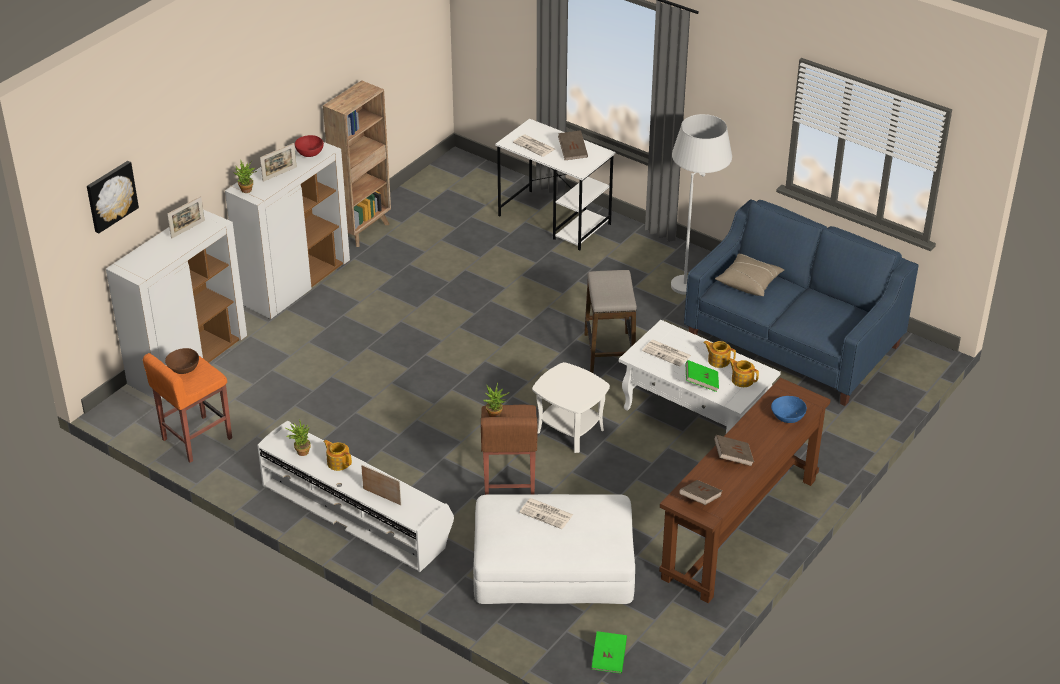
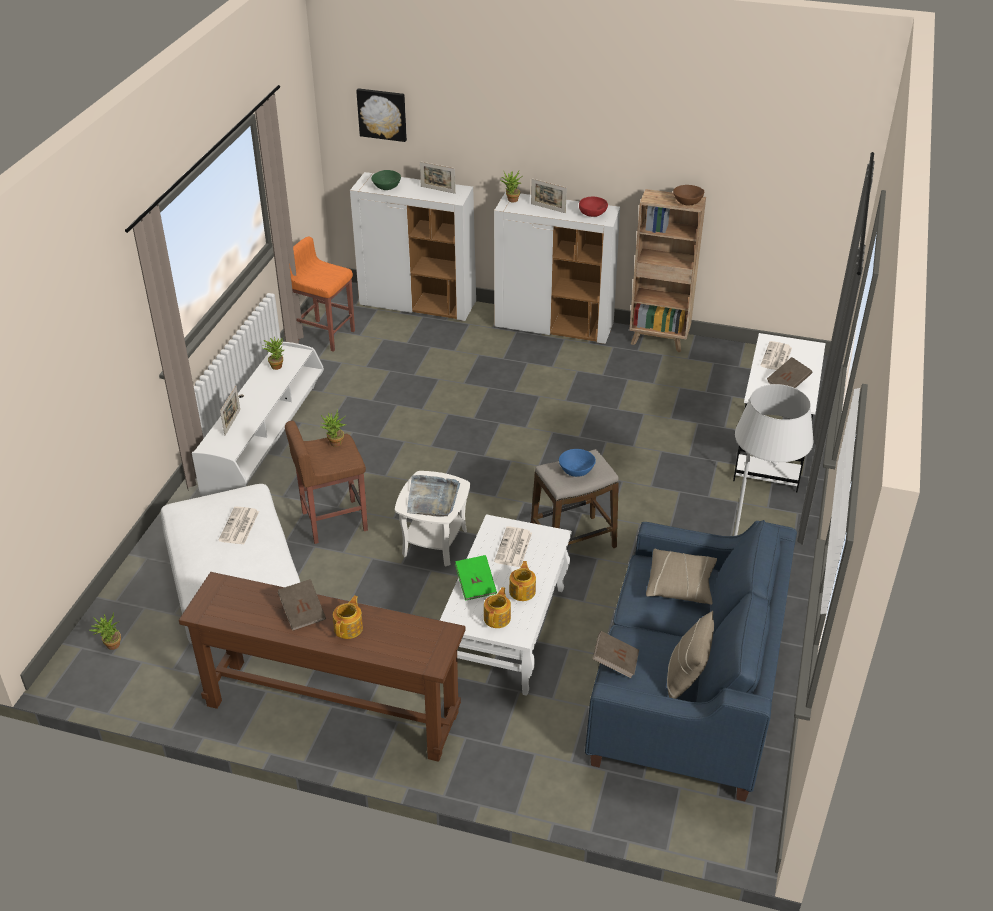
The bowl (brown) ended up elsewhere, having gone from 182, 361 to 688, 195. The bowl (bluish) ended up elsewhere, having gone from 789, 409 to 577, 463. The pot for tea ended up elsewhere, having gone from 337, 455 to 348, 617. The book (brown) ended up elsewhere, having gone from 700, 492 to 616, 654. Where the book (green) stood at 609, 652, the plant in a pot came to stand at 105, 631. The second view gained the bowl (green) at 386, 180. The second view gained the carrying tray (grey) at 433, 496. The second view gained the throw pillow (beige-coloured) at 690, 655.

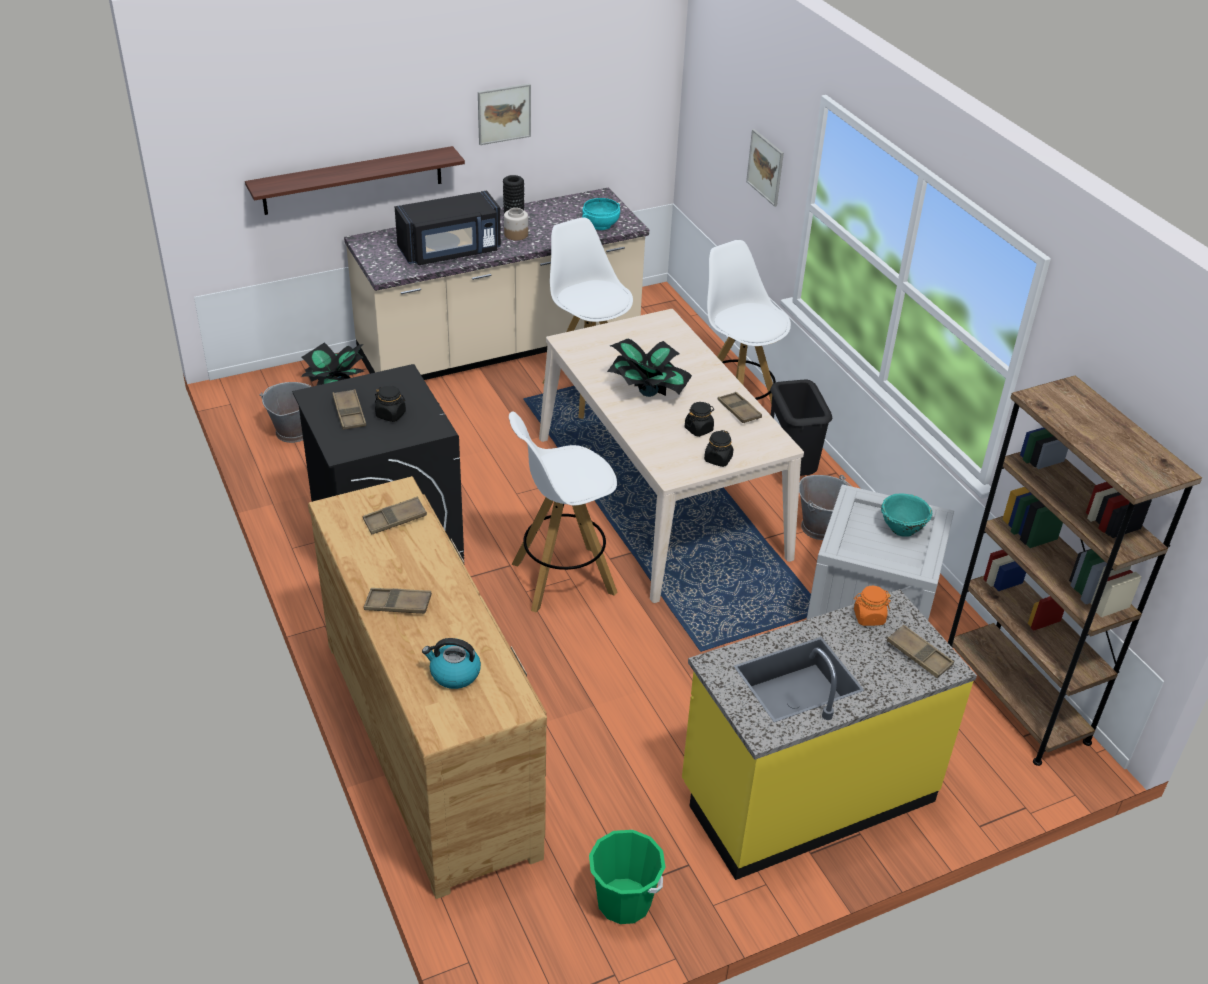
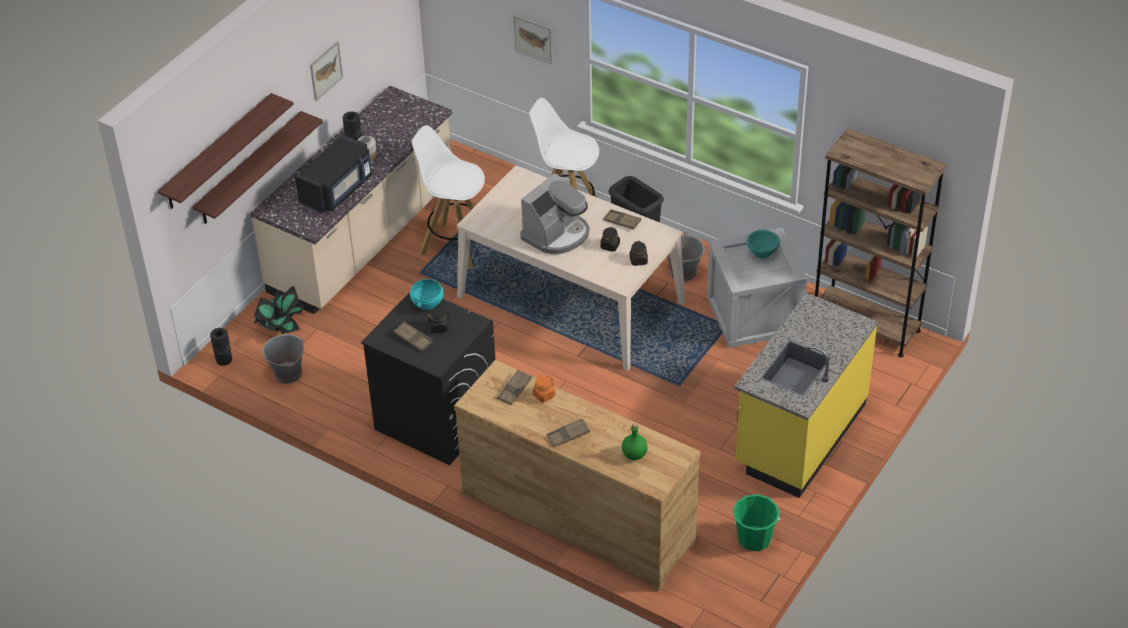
The bowl (blue-green) ended up elsewhere, having gone from 601, 214 to 426, 294. Where the plant in a pot stood at 649, 367, the coffee machine came to stand at 554, 213. The second view lost the stool (whitish) at 563, 511. The jar (orange) ended up elsewhere, having gone from 872, 606 to 544, 389. The second view lost the carrying tray (brown) at 920, 651. Where the kettle stood at 451, 663, the beverage bottle (green) came to stand at 635, 441. The second view gained the wall shelf at 226, 151. The second view gained the decorative vase (blackish) at 221, 347.

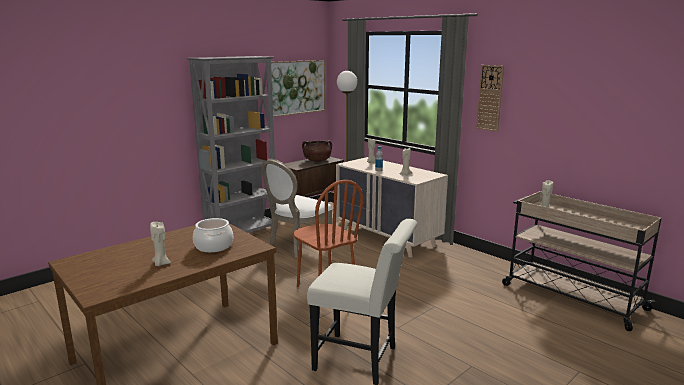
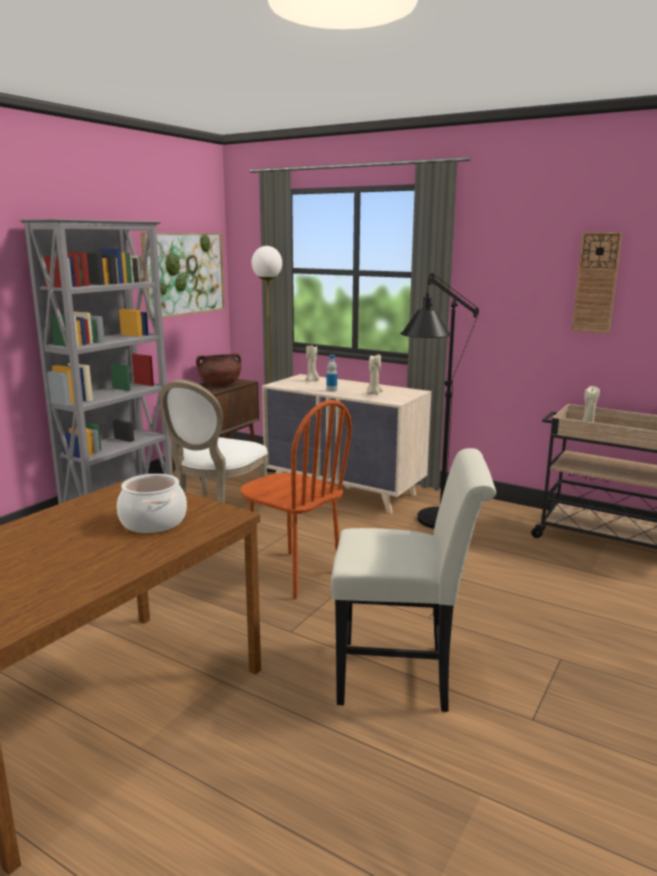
The clock on the wall ended up elsewhere, having gone from 490, 98 to 597, 282. The second view lost the wax candle (beige-coloured) at 160, 244. The second view gained the floor lamp (blackish) at 439, 401.

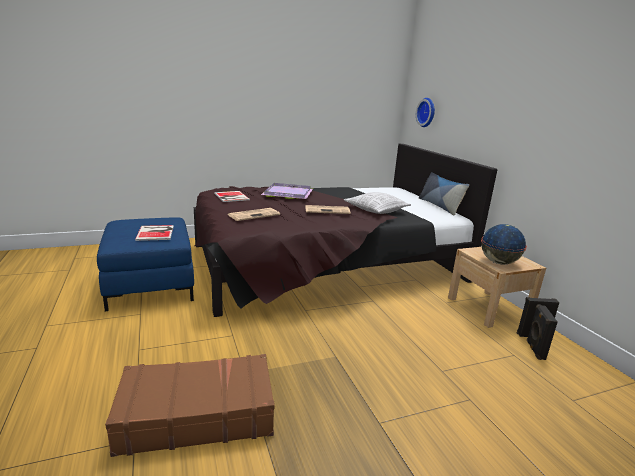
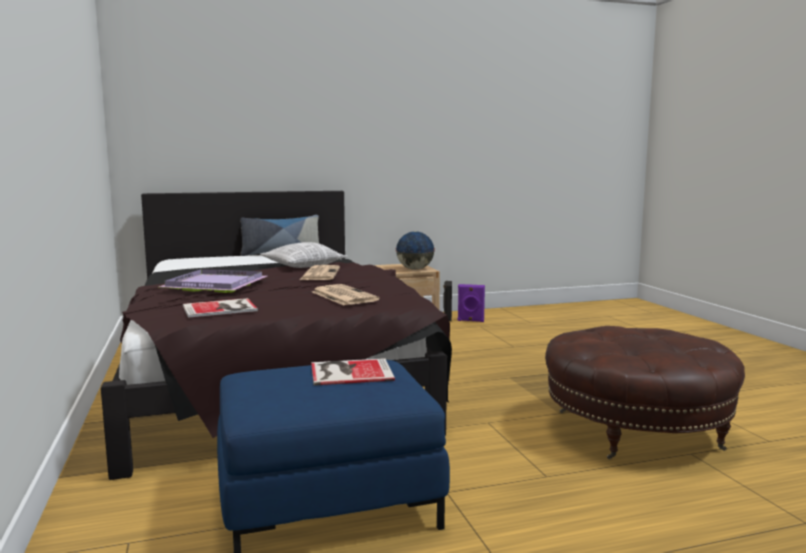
The second view lost the clock on the wall at 425, 112. What was the audio speaker (blackish) at 542, 332 turned into the audio speaker (purplish) at 471, 303. Where the piece of luggage (brown) stood at 190, 405, the pouffe (brown) came to stand at 645, 392.

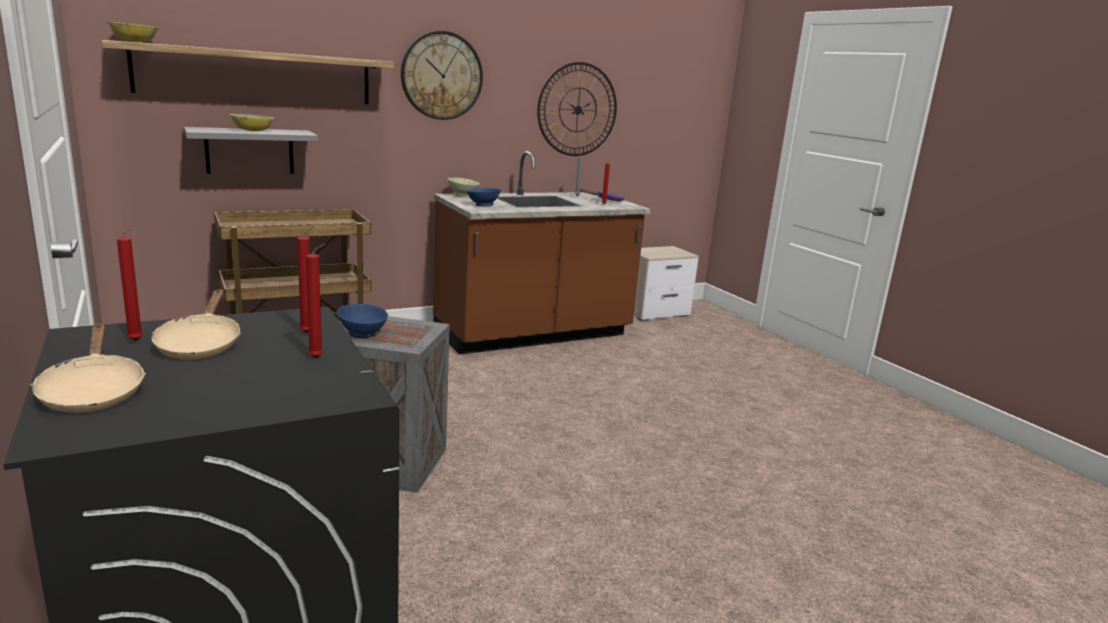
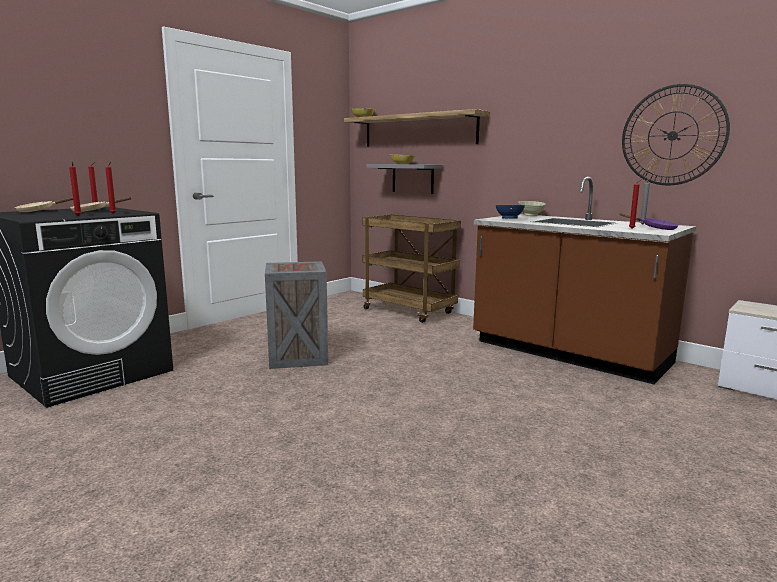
The second view lost the clock on the wall at 442, 75. The second view lost the bowl (bluish) at 362, 321.

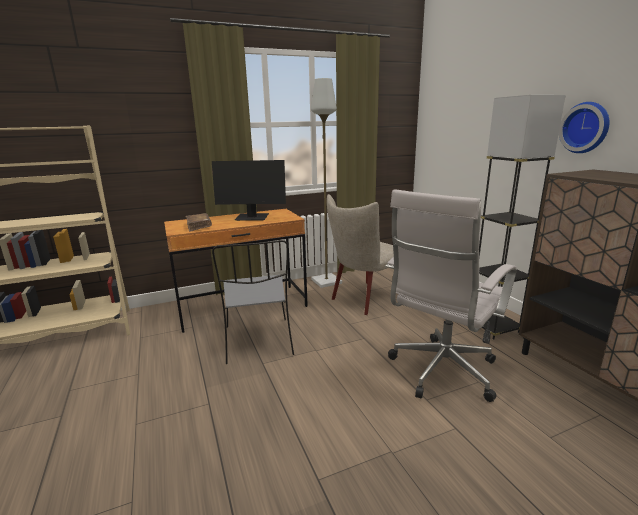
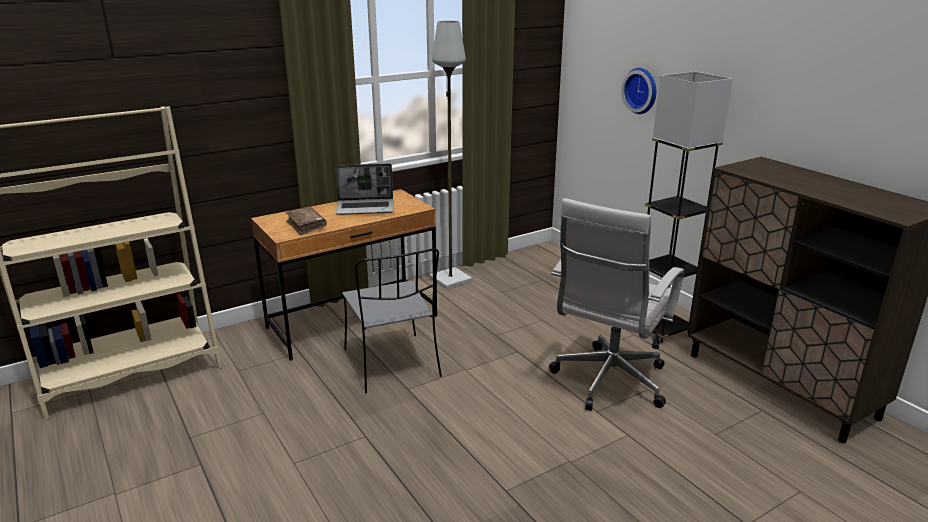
The clock on the wall ended up elsewhere, having gone from 584, 127 to 638, 91. Where the computer screen stood at 249, 190, the portable computer came to stand at 364, 189. The second view lost the plain chair (beige-coloured) at 360, 254.

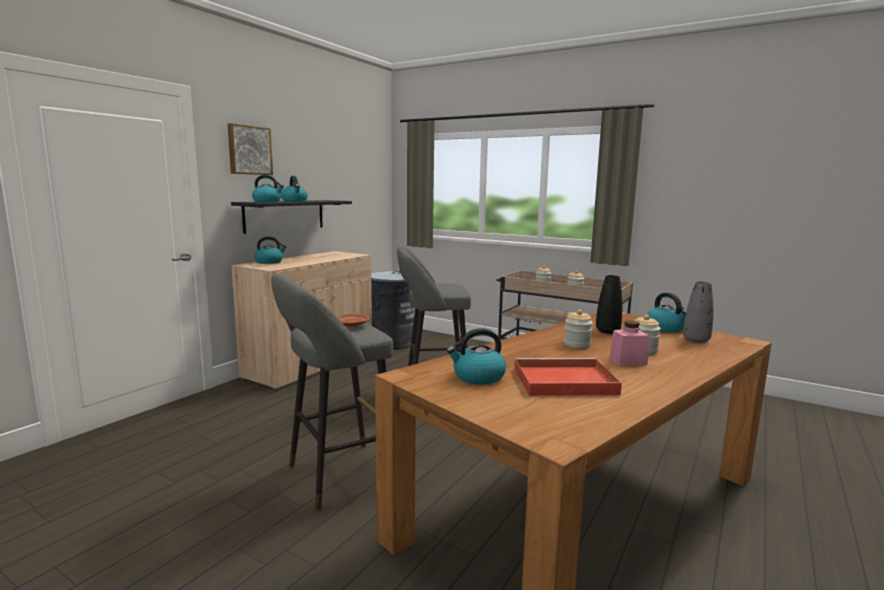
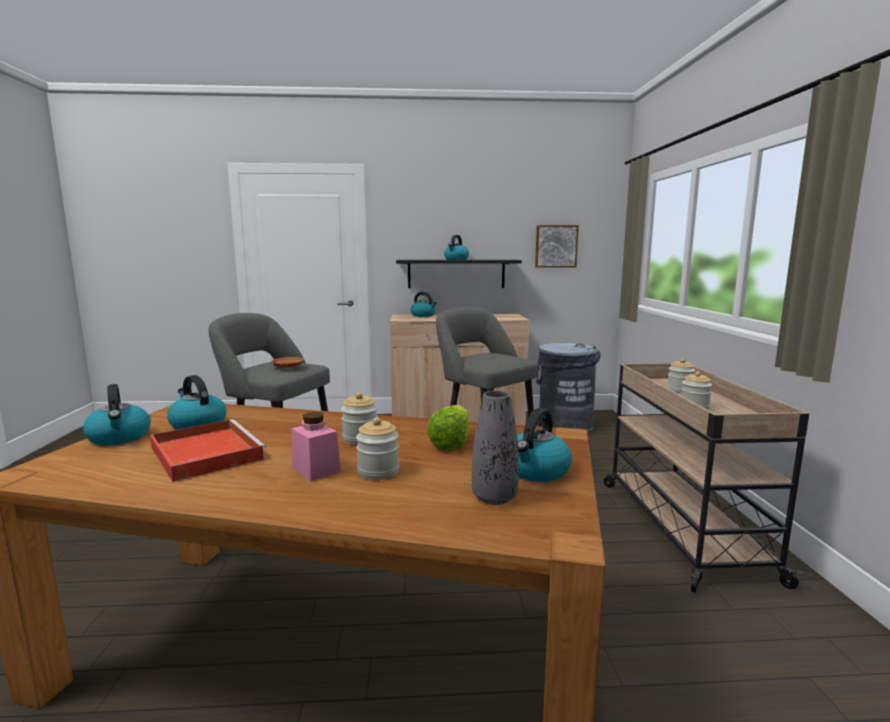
The picture ended up elsewhere, having gone from 250, 149 to 557, 246. The kettle ended up elsewhere, having gone from 268, 188 to 117, 415. Where the decorative vase (blackish) stood at 609, 304, the lettuce head came to stand at 448, 428.

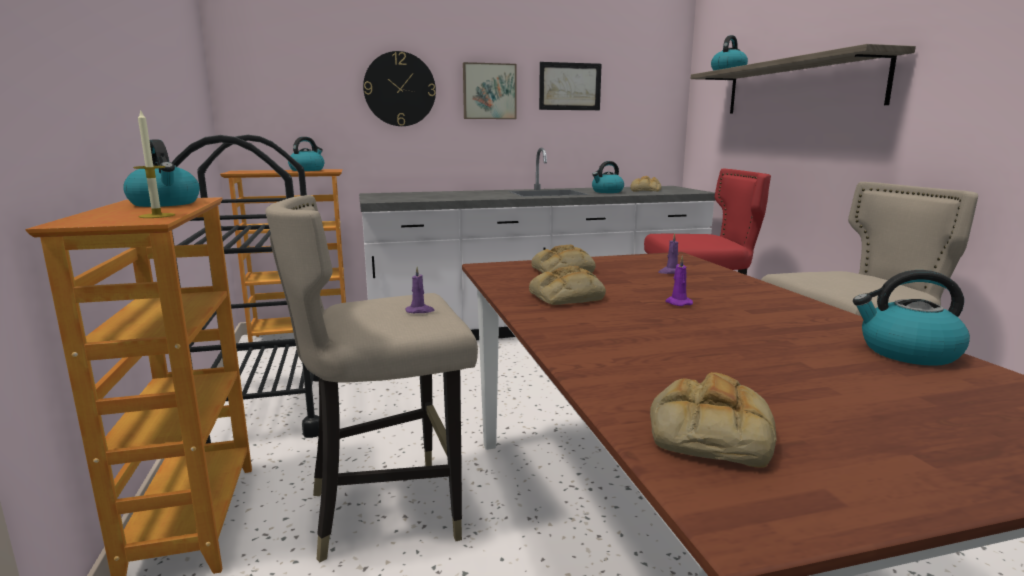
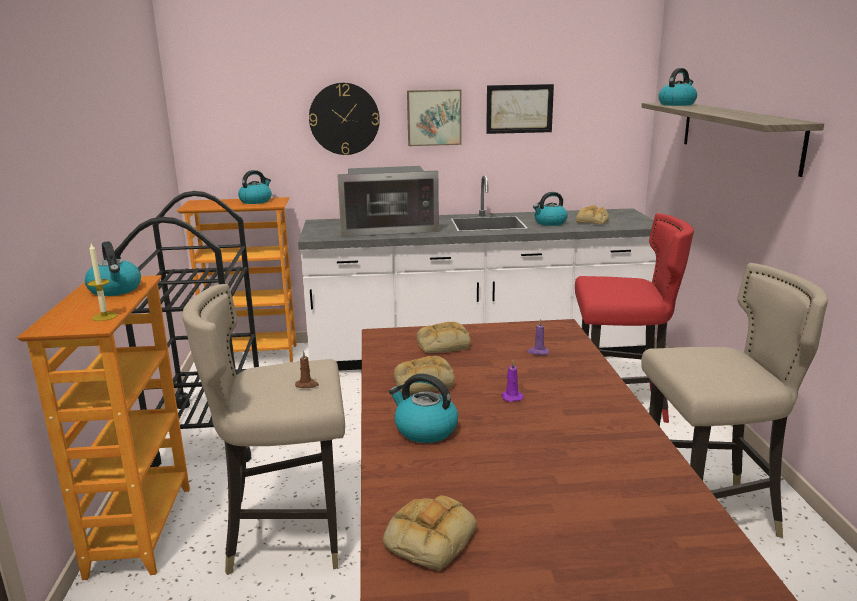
What was the wax candle (purplish) at 420, 290 turned into the wax candle (brown) at 307, 369. The kettle ended up elsewhere, having gone from 911, 318 to 423, 408. The second view gained the microwave oven at 388, 201.

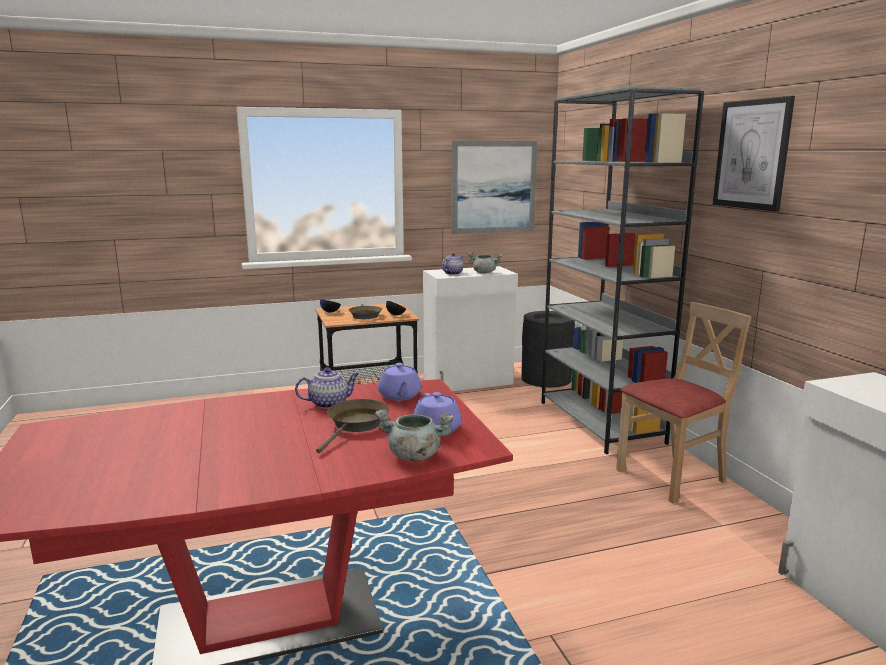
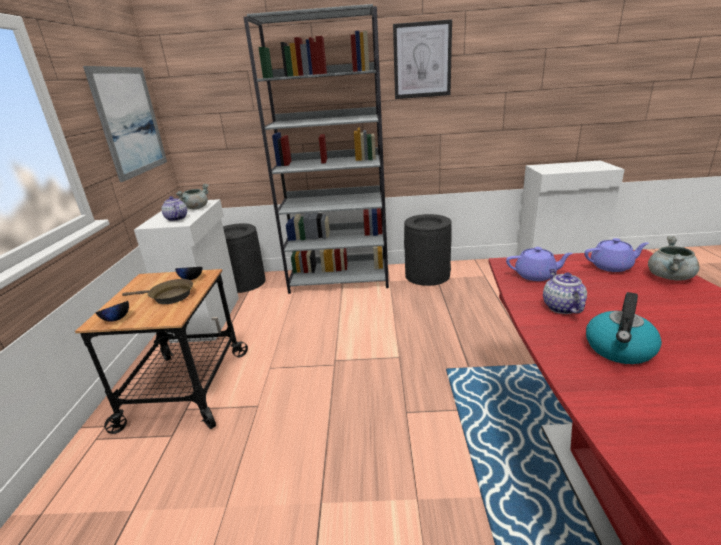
Where the plain chair (beige-coloured) stood at 684, 403, the rubbish bin (blackish) came to stand at 428, 250. The second view lost the skillet (brown) at 352, 426. The second view gained the kettle at 624, 328.

